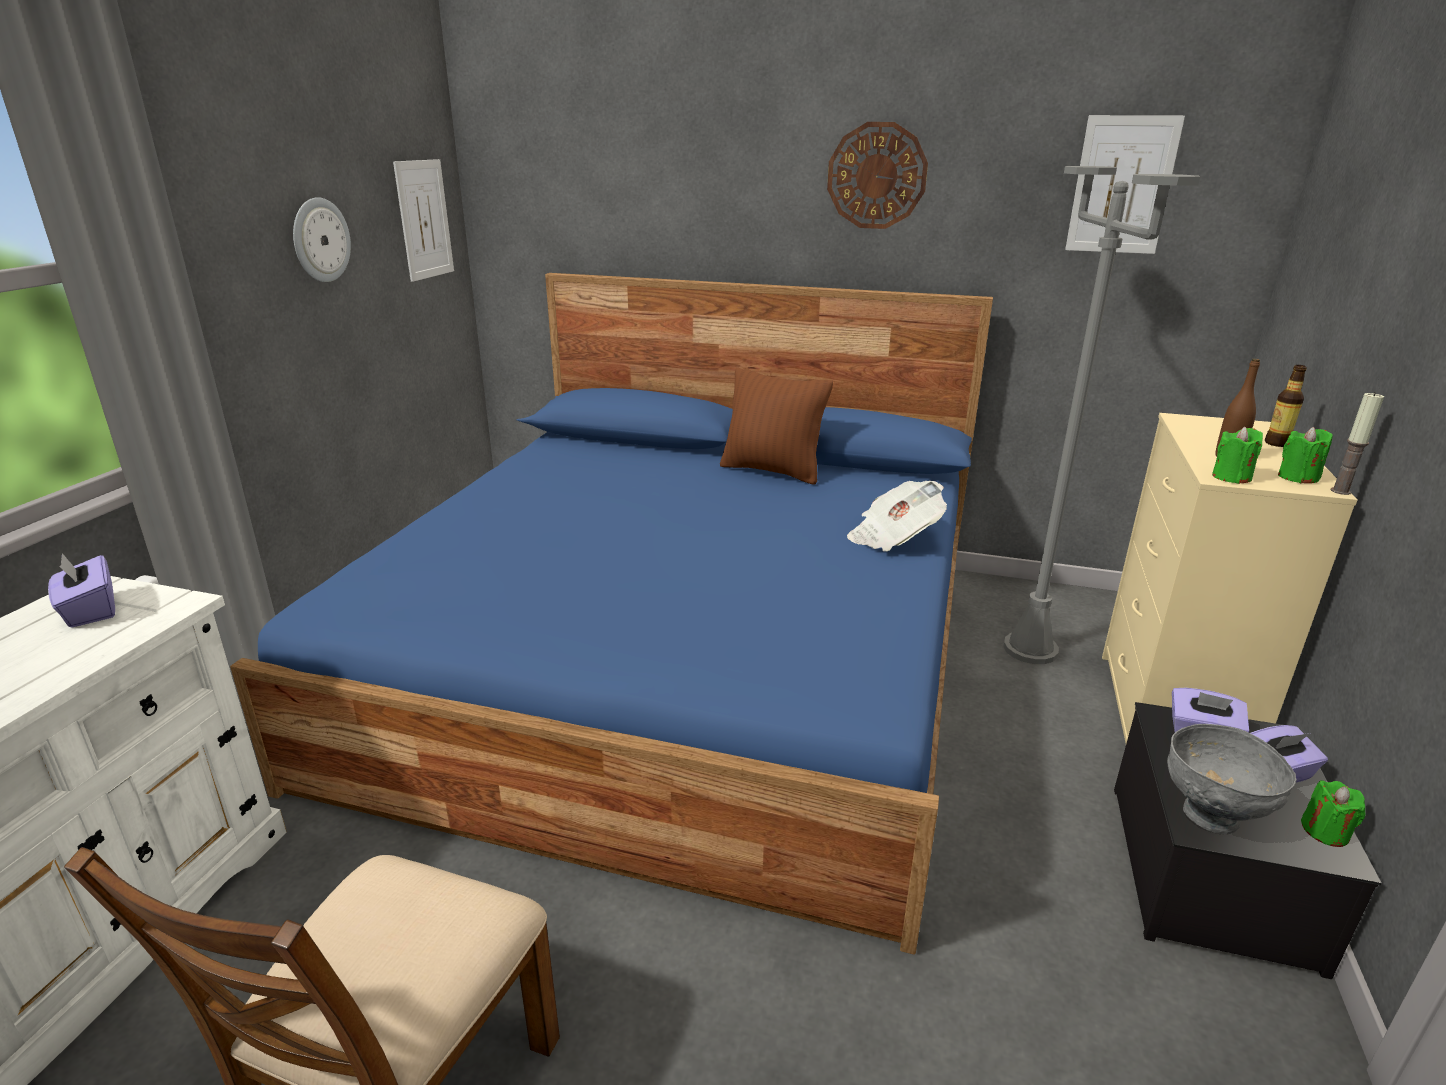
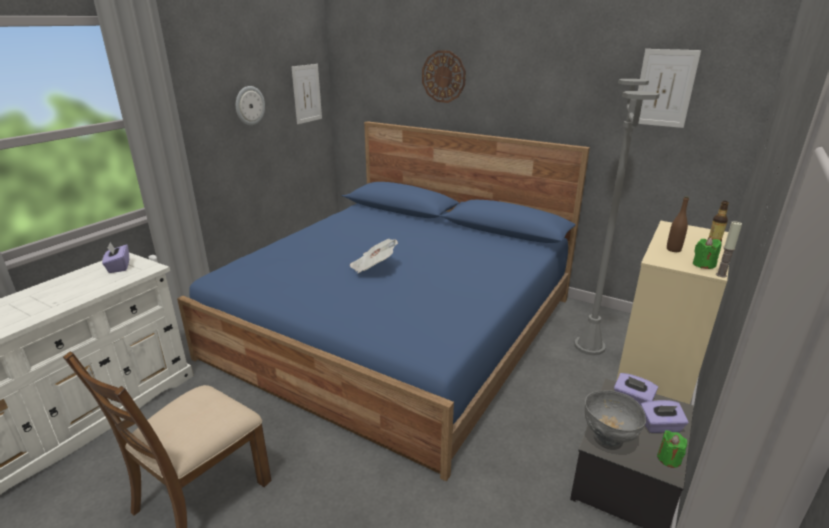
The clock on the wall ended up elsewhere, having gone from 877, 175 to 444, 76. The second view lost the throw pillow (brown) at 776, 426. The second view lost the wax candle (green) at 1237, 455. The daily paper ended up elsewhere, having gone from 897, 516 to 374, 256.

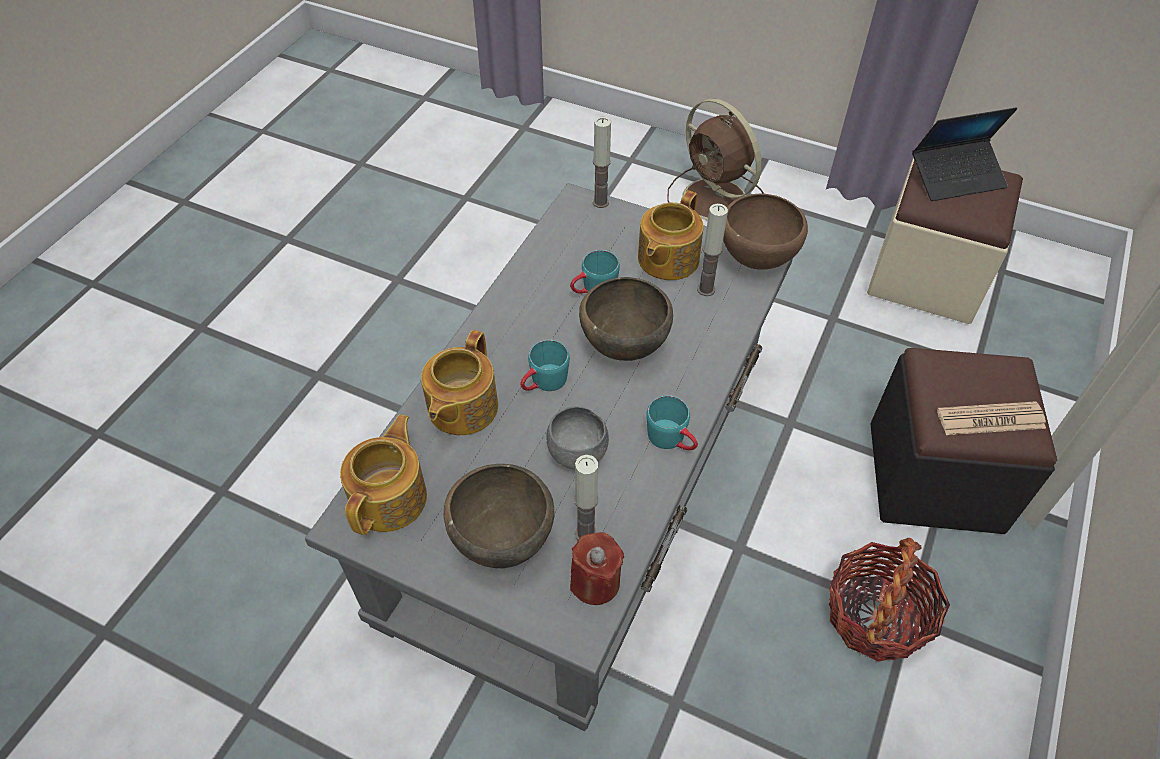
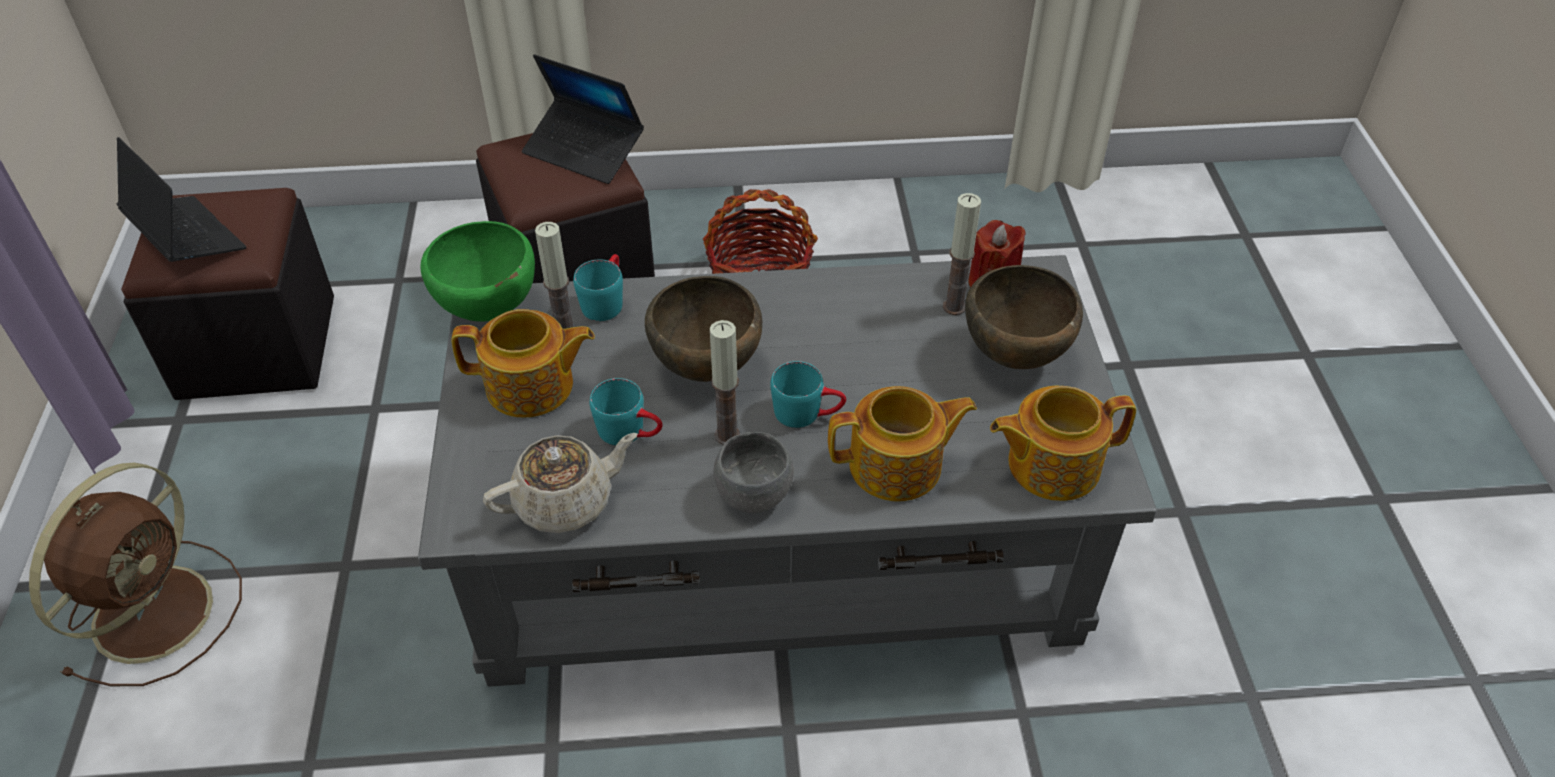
The wax candle ended up elsewhere, having gone from 602, 162 to 725, 382. What was the pouffe (beige-coloured) at 945, 241 turned into the pouffe (blackish) at 227, 294. What was the bowl (brown) at 765, 232 turned into the bowl (green) at 477, 271. The mug (blue-green) ended up elsewhere, having gone from 672, 422 to 598, 287. Where the daily paper stood at 991, 418, the portable computer came to stand at 583, 119. The bowl (grey) ended up elsewhere, having gone from 577, 438 to 754, 472. The second view gained the pot for tea (beige-coloured) at 560, 483.

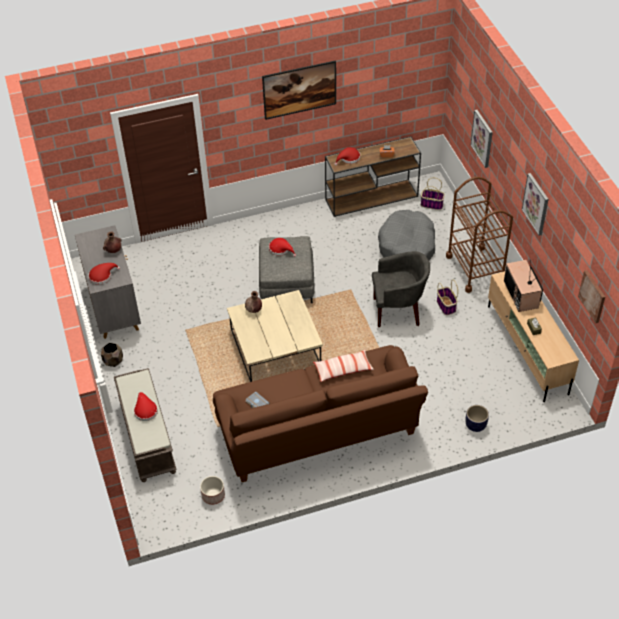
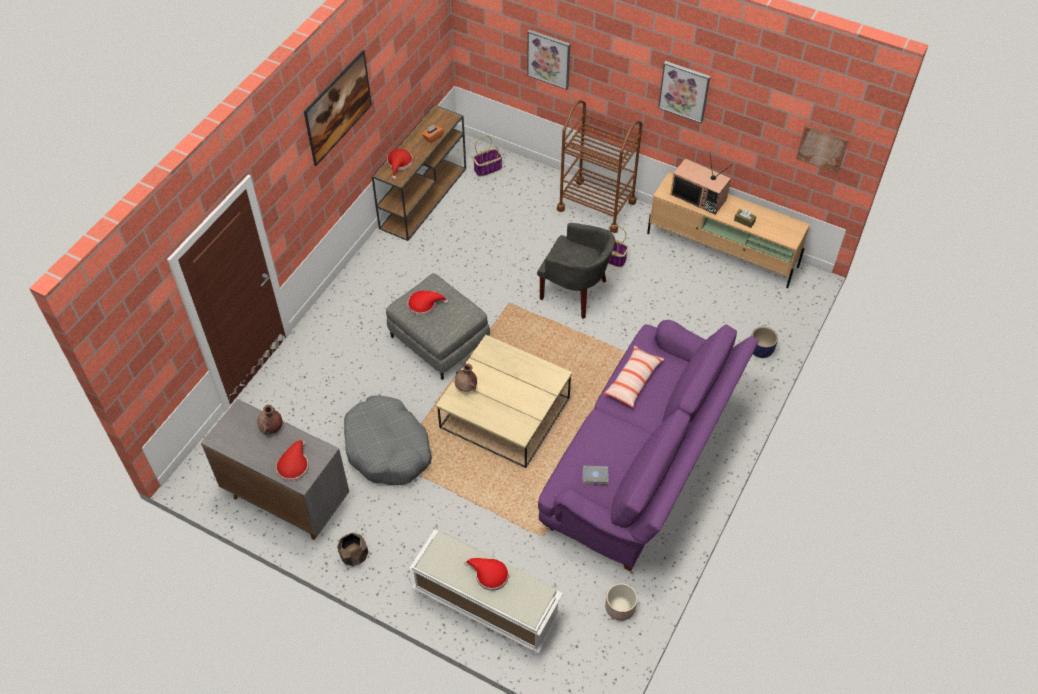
The dog cushion (grey) ended up elsewhere, having gone from 406, 235 to 388, 440. The lounge chair (grey) at 401, 289 ended up facing another way, 75 degrees clockwise from before. What was the sofa (brown) at 320, 413 turned into the sofa (purplish) at 648, 446. What was the indoor bench (brown) at 145, 425 turned into the indoor bench (whitish) at 486, 592.

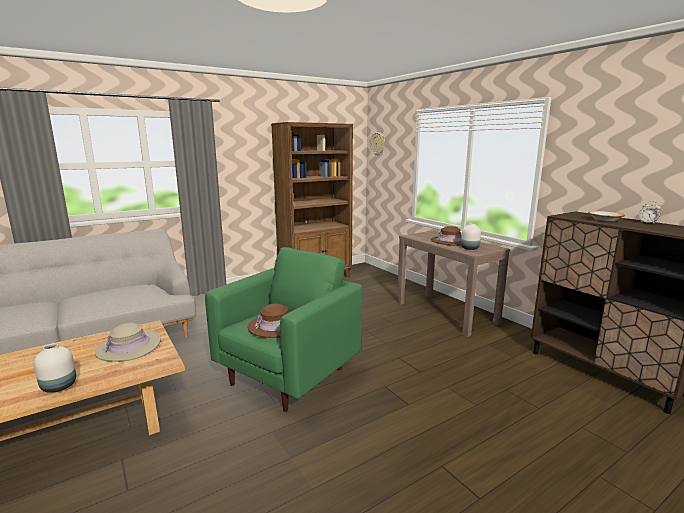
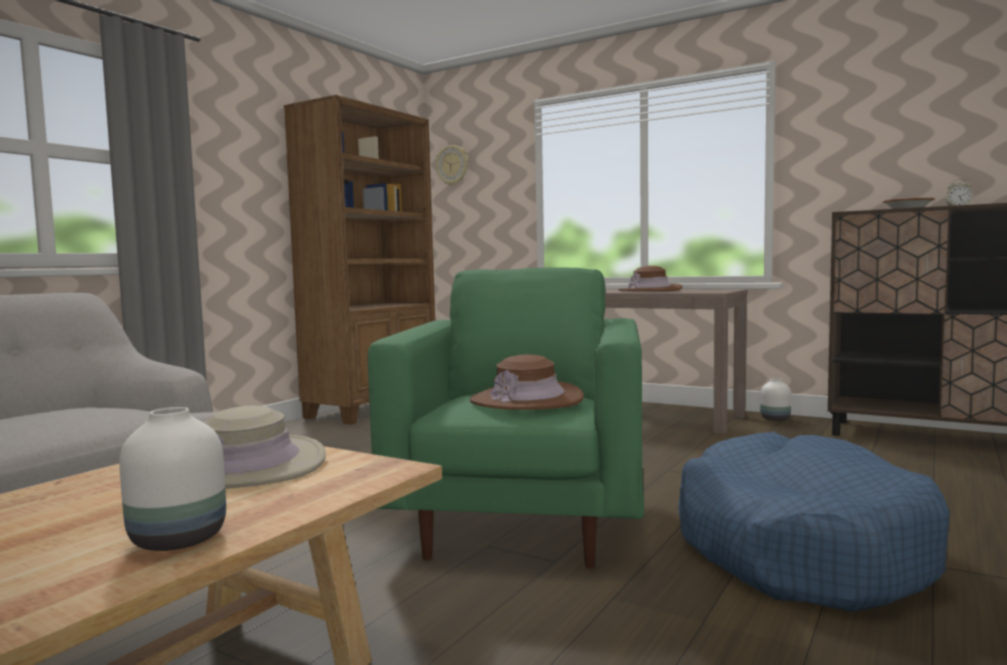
The decorative vase (whitish) ended up elsewhere, having gone from 471, 236 to 775, 399. The second view gained the dog cushion (bluish) at 814, 522.

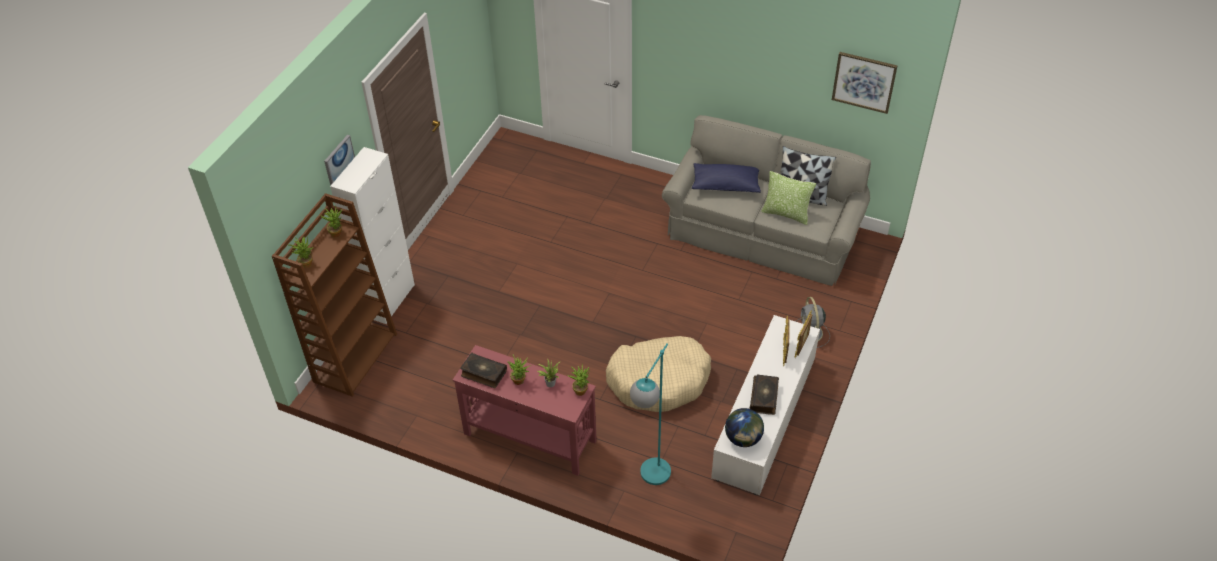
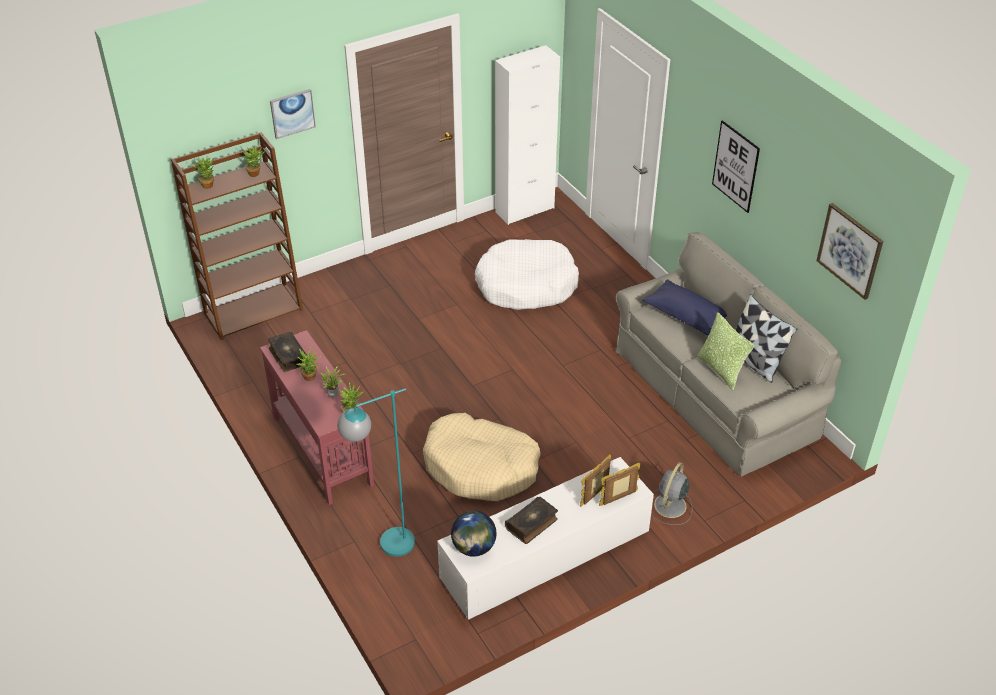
The cupboard (whitish) ended up elsewhere, having gone from 372, 235 to 527, 135. The second view gained the picture at 736, 166. The second view gained the dog cushion (whitish) at 527, 274.

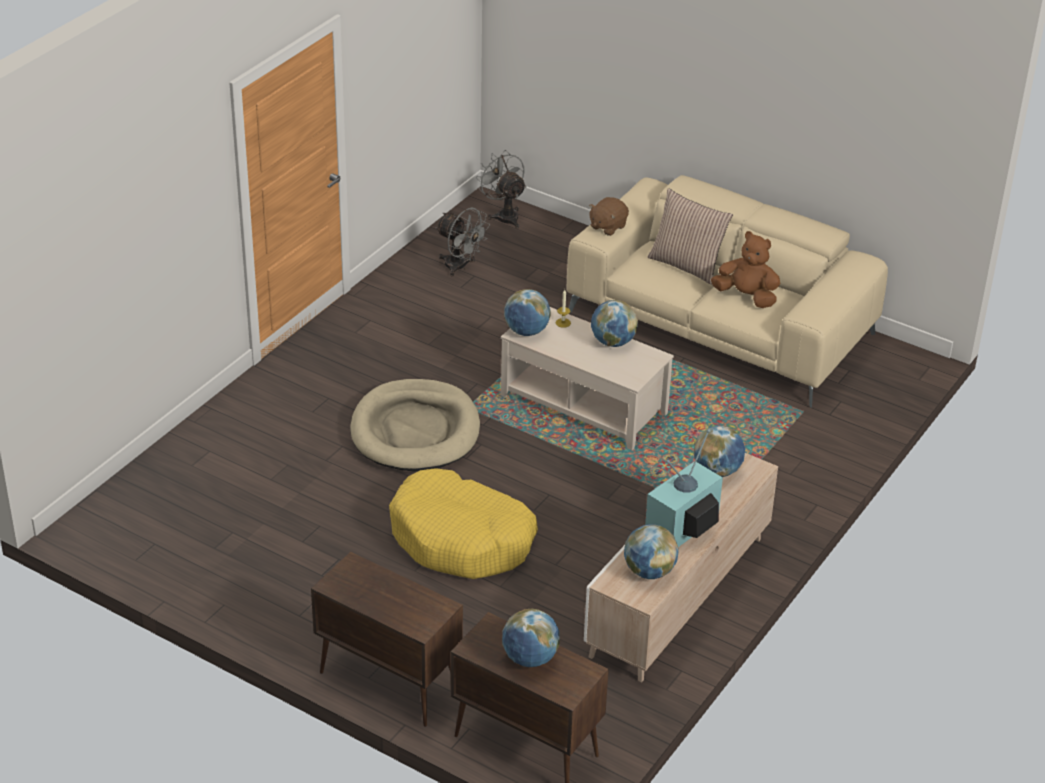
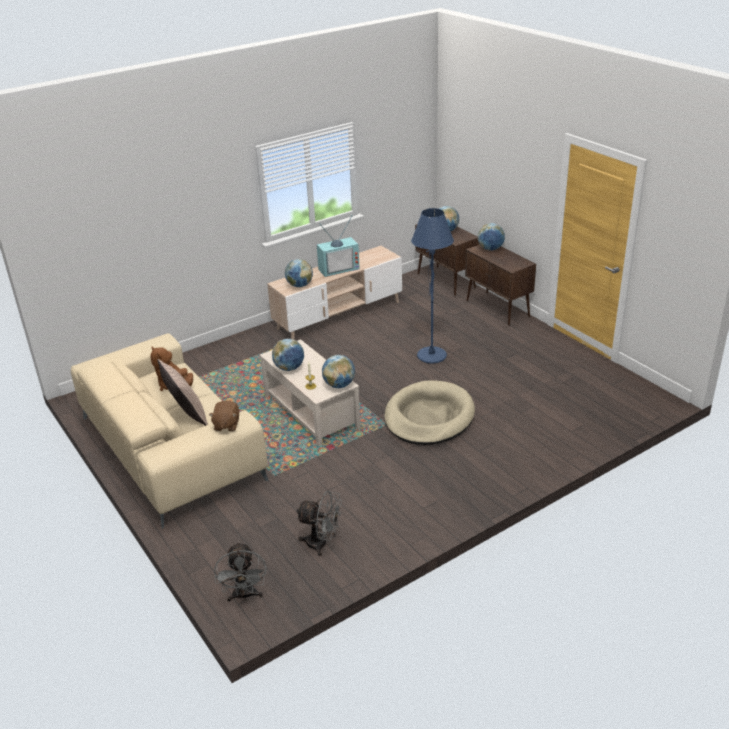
The plush toy (brown) at 609, 216 ended up facing another way, 120 degrees clockwise from before. The cooling fan (grey) at 462, 241 ended up facing another way, 135 degrees clockwise from before. Where the dog cushion (yellow) stood at 463, 523, the floor lamp (bluish) came to stand at 432, 286. The globe ended up elsewhere, having gone from 651, 551 to 491, 237.

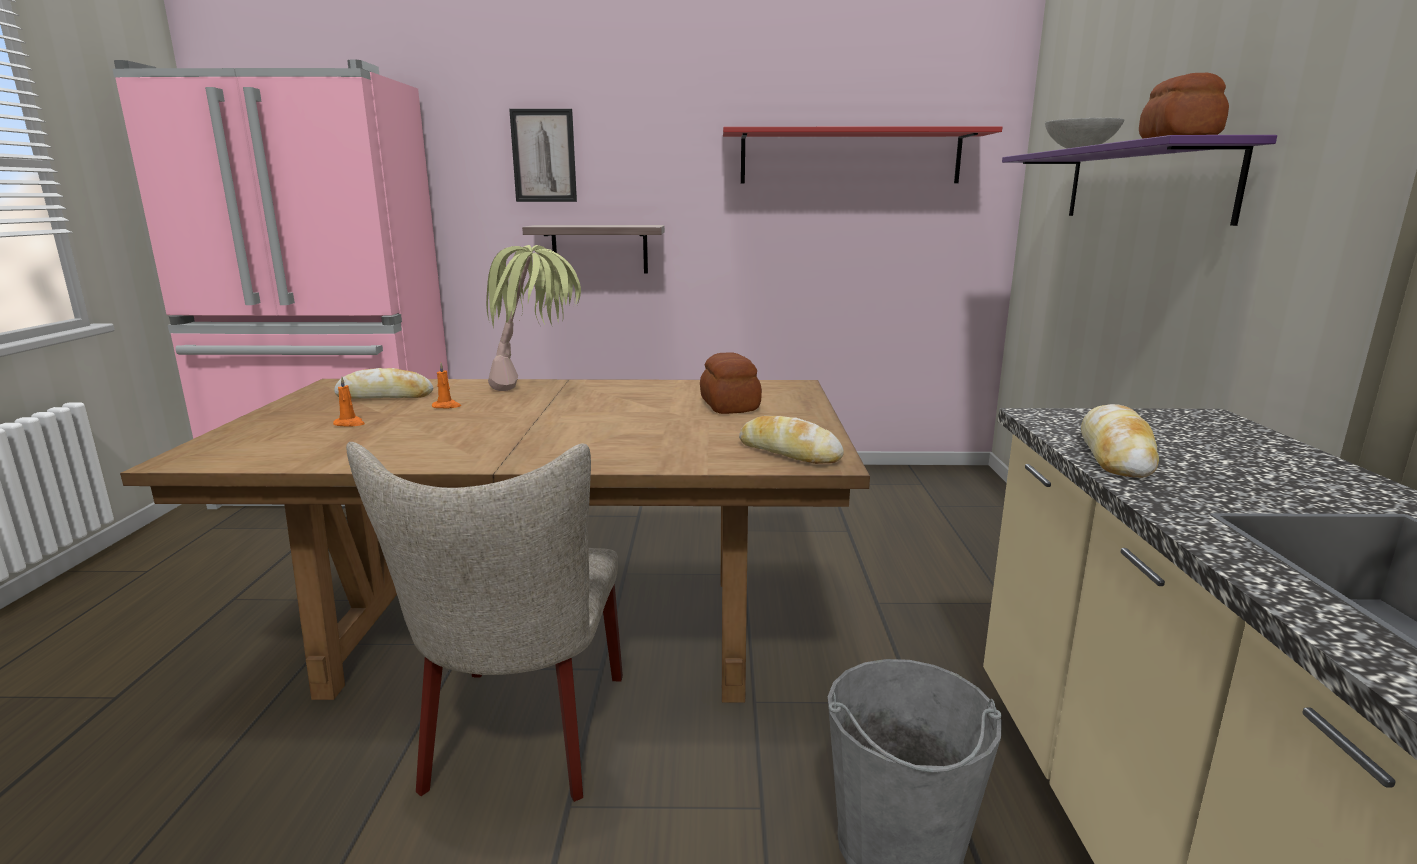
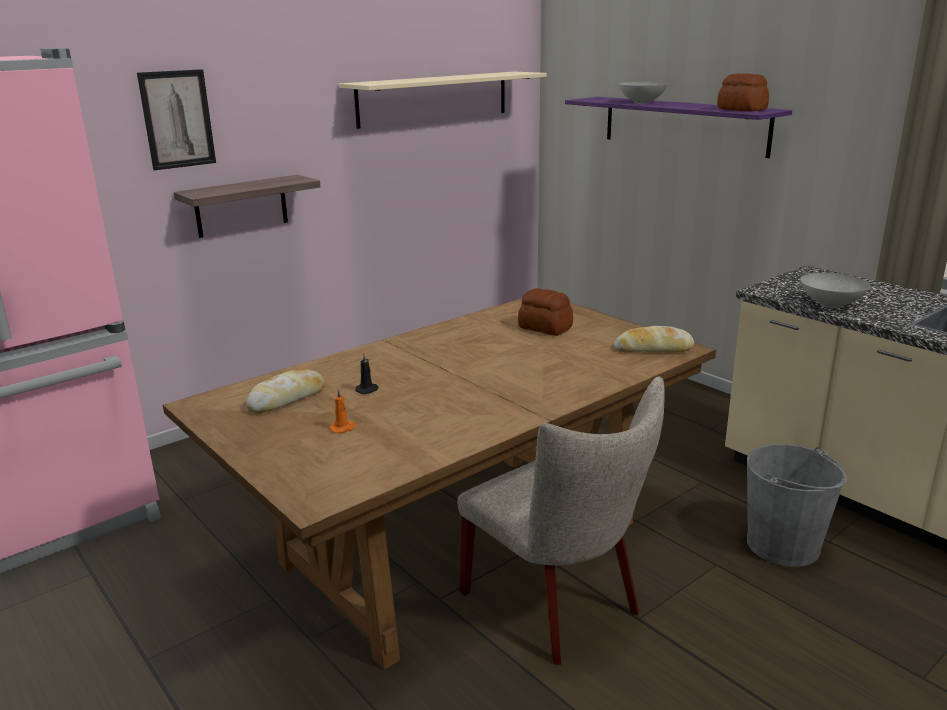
What was the wall shelf (red) at 862, 154 turned into the wall shelf (beige-coloured) at 443, 100. The second view lost the plant in a pot at 533, 318. What was the wax candle (orange) at 446, 385 turned into the wax candle (blackish) at 366, 373. Where the bread stood at 1120, 441, the bowl (grey) came to stand at 835, 290.

